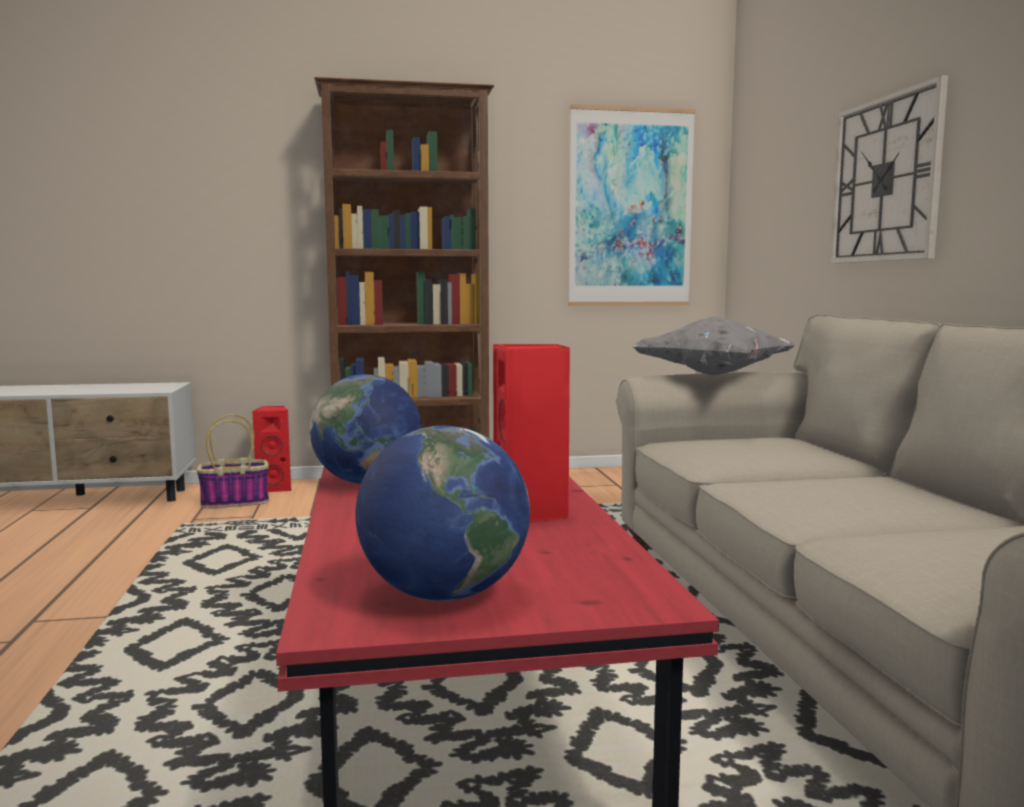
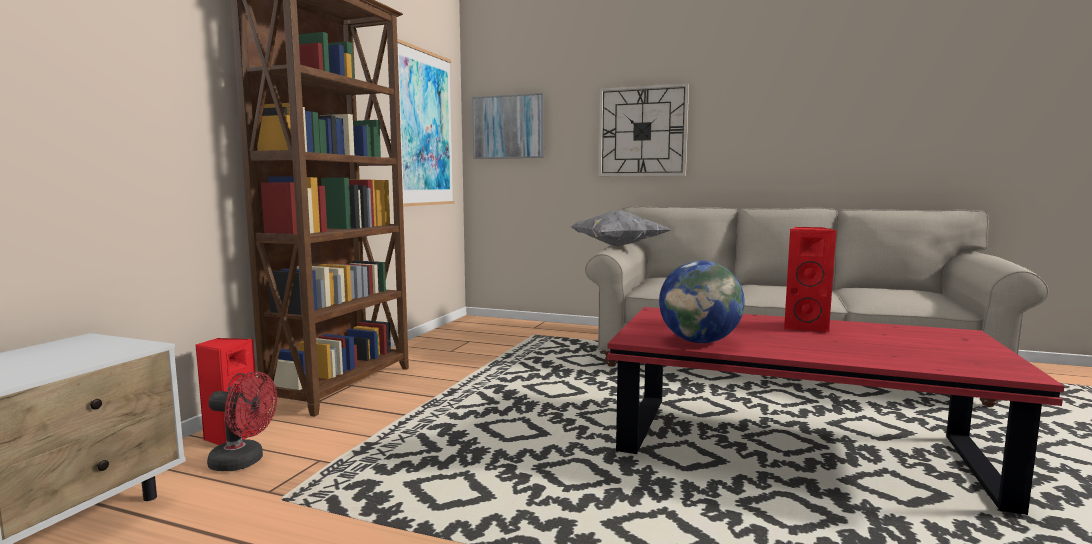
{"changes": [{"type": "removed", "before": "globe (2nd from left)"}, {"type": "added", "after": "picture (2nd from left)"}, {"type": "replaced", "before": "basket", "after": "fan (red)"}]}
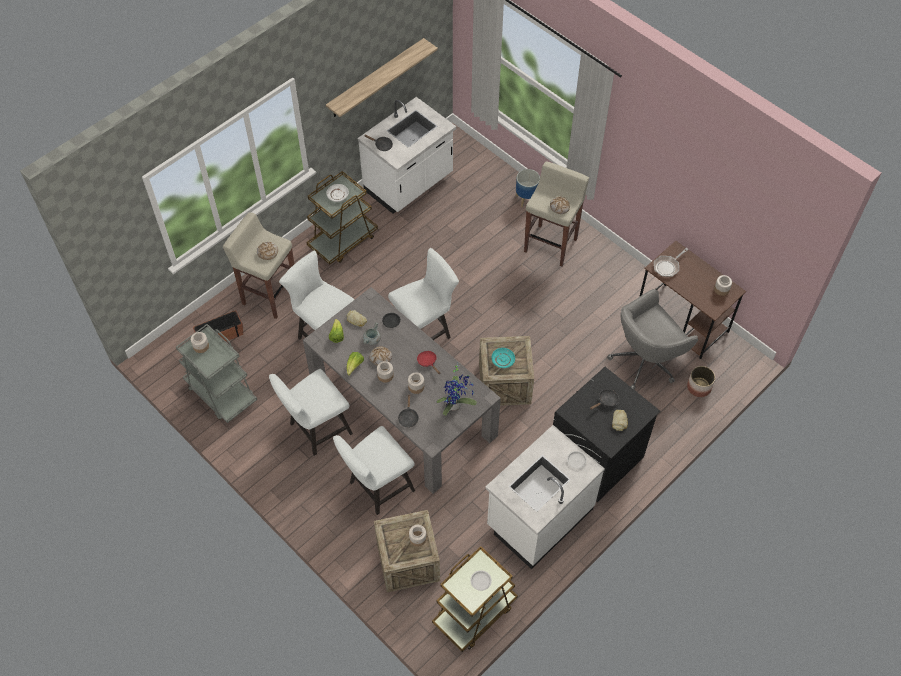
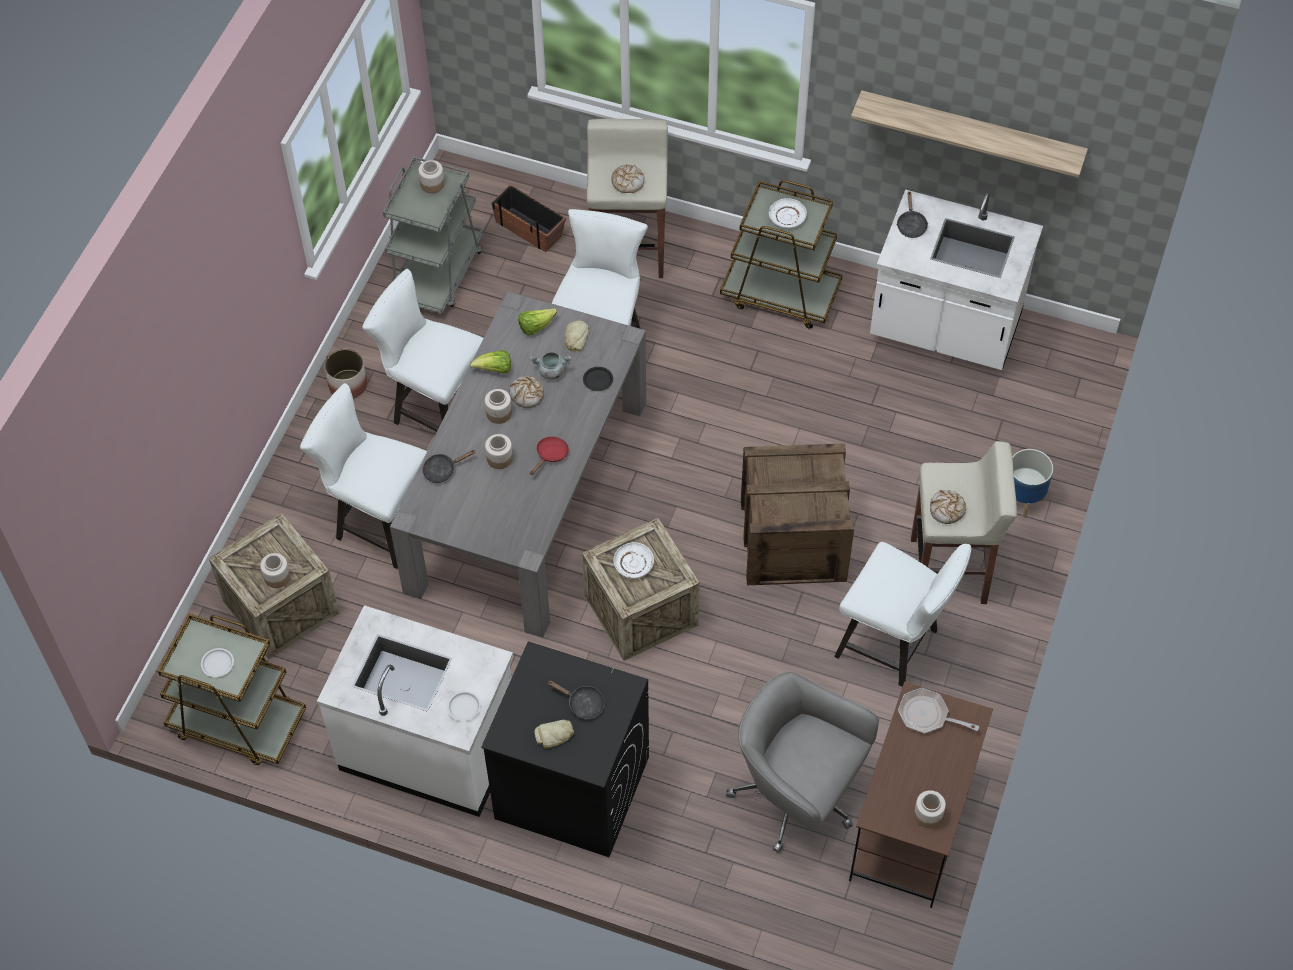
{"changes": [{"type": "removed", "before": "potted plant"}, {"type": "added", "after": "crate (3rd from left)"}, {"type": "moved", "before": "chair (white) (4th from left)"}, {"type": "moved", "before": "planter (3rd from left in the first image)", "after": "planter (1st from left)"}, {"type": "recoloured", "before": "plate (turquoise)", "after": "plate (white) (3rd from left)"}]}
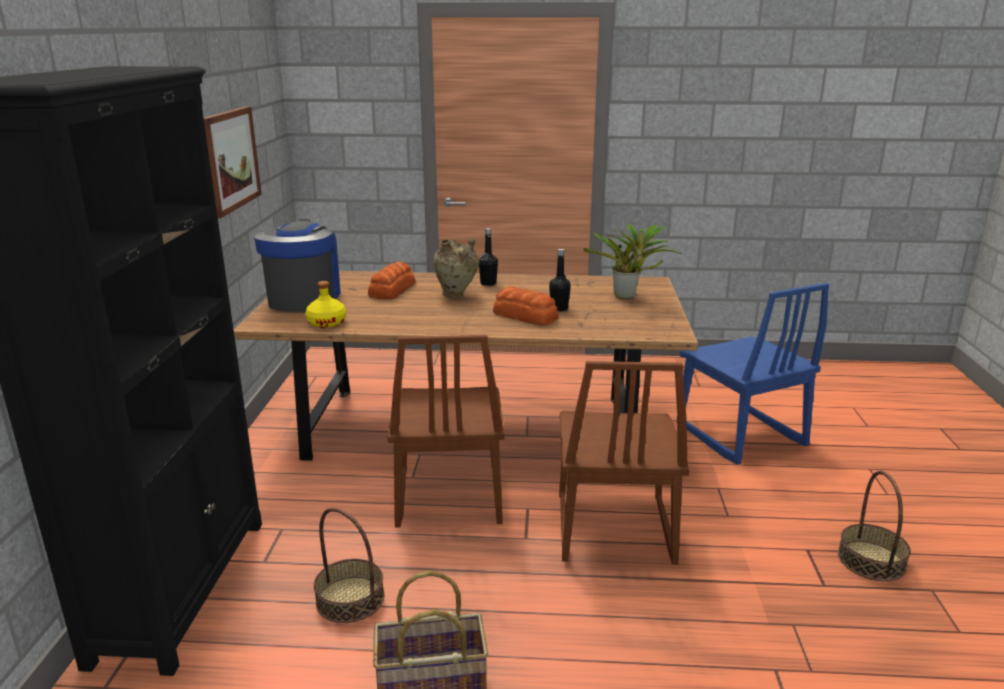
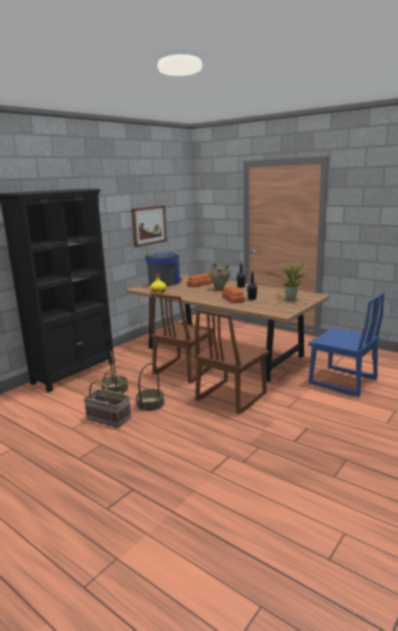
{"changes": [{"type": "moved", "before": "basket (3rd from left)"}, {"type": "turned", "before": "chair (blue)", "turn": -60}]}
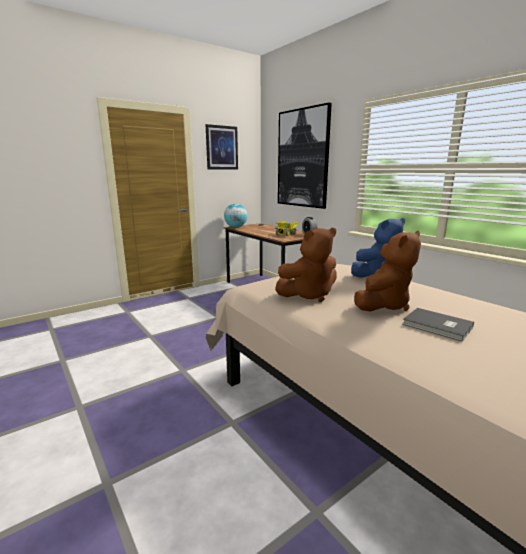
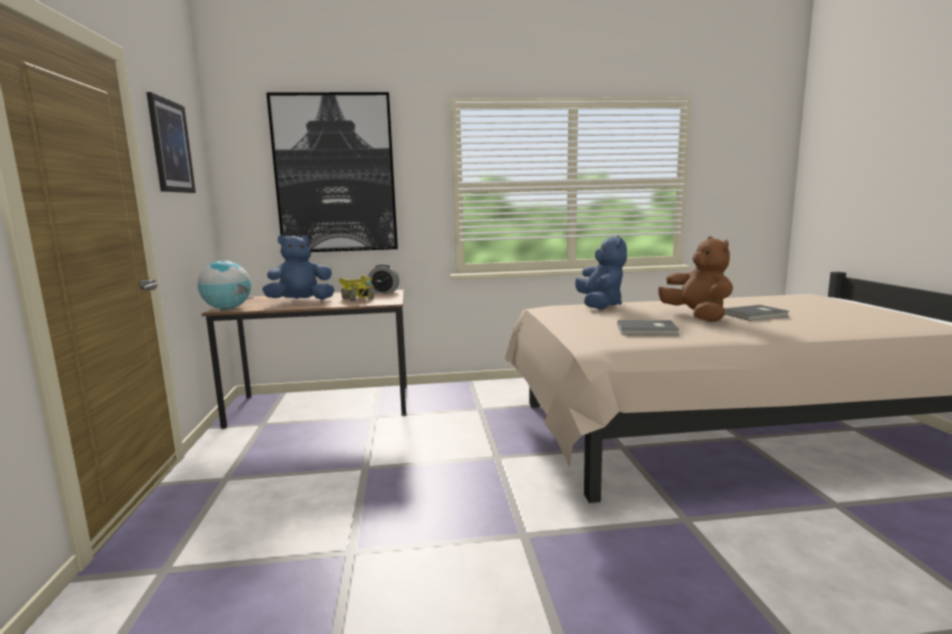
{"changes": [{"type": "added", "after": "plush toy (blue) (1st from left)"}, {"type": "replaced", "before": "plush toy (brown) (1st from left)", "after": "book (grey) (1st from left)"}]}
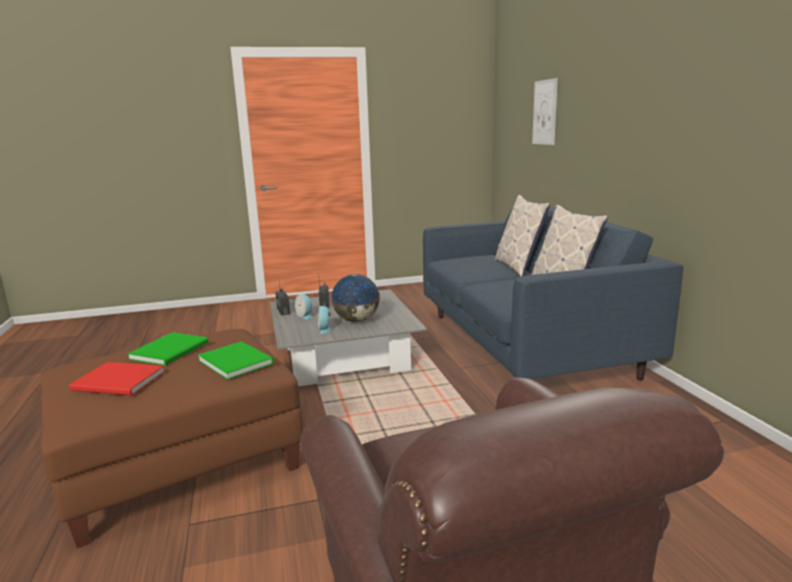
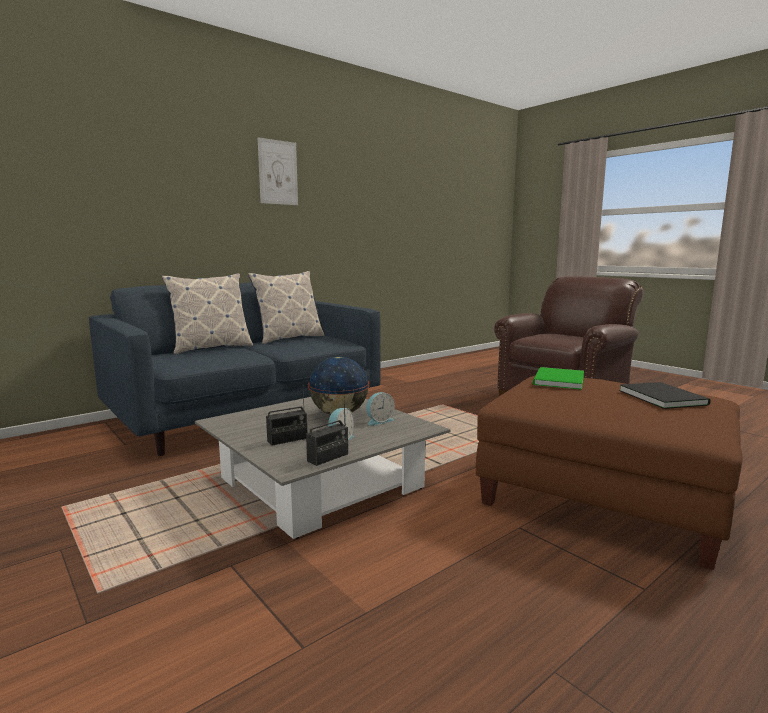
{"changes": [{"type": "removed", "before": "book (green) (1st from left)"}, {"type": "moved", "before": "picture"}, {"type": "recoloured", "before": "book (red)", "after": "book (black)"}]}
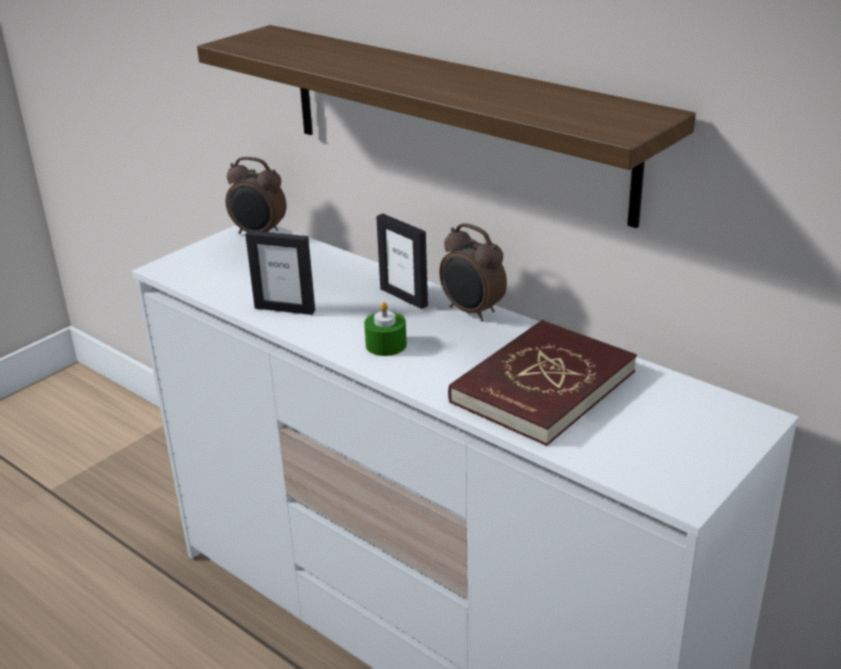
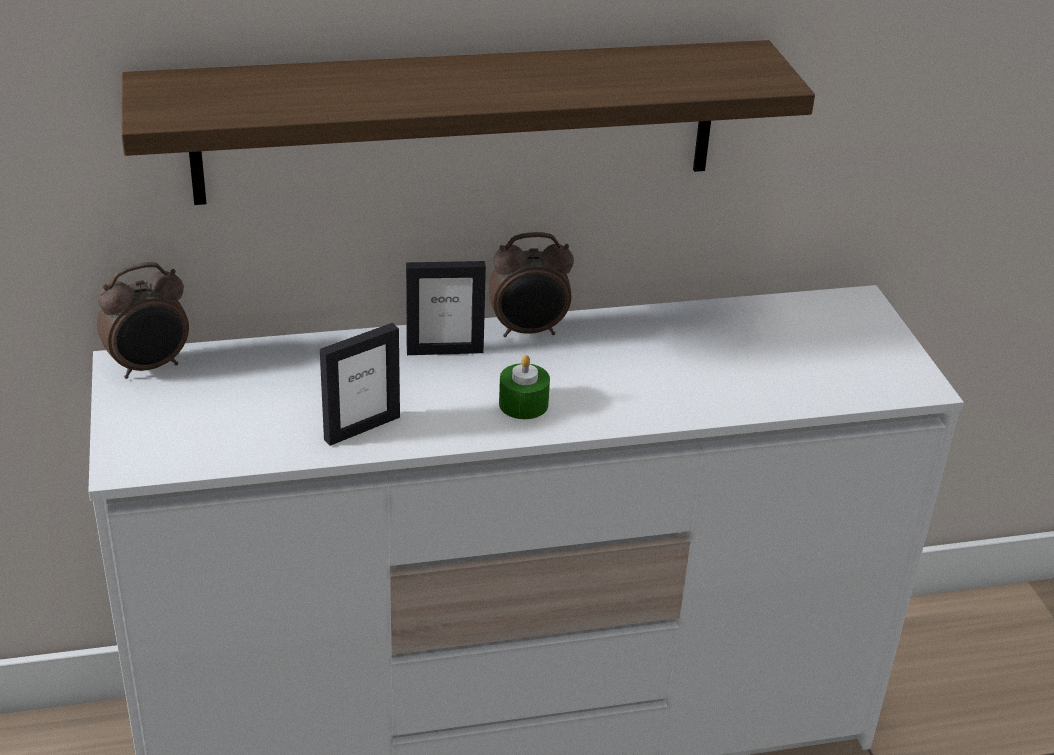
{"changes": [{"type": "removed", "before": "book (red)"}]}
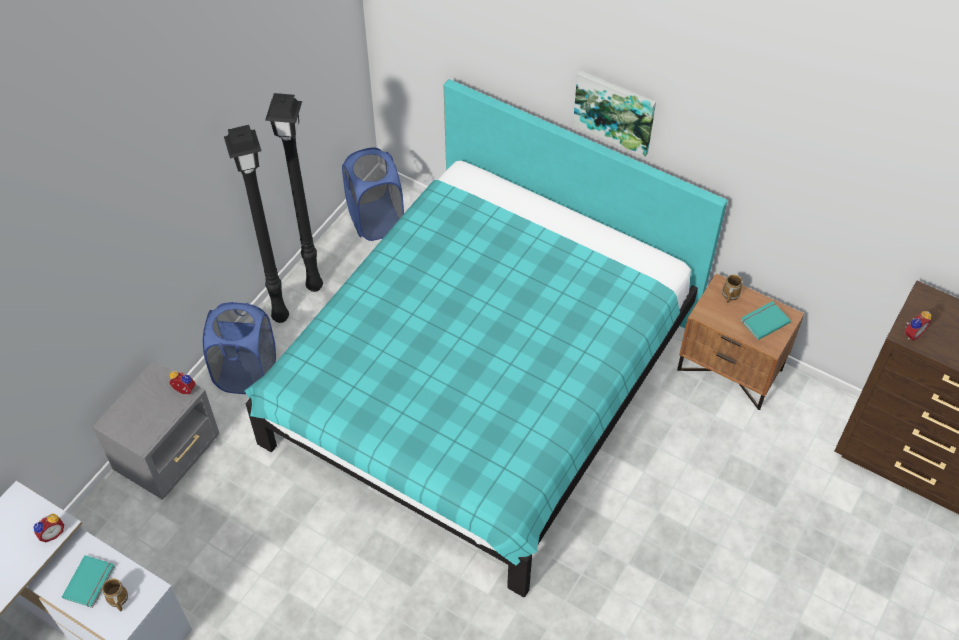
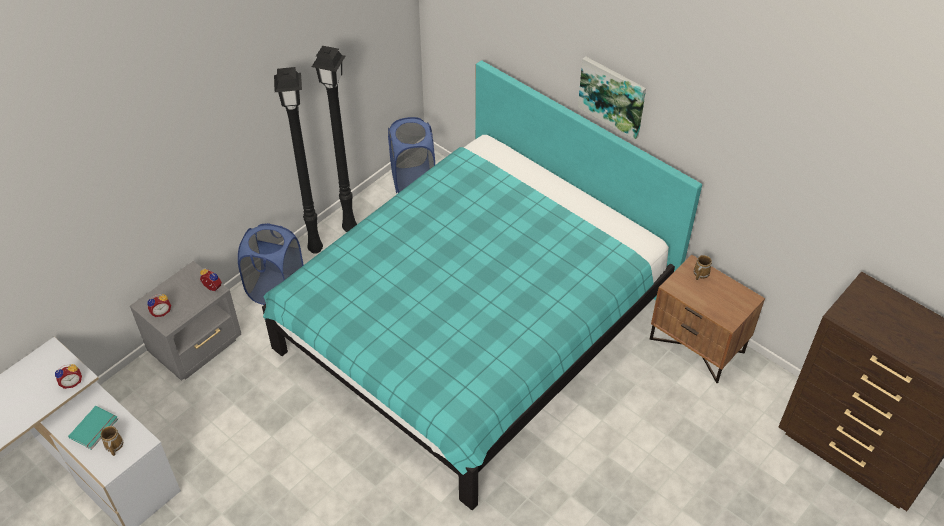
{"changes": [{"type": "removed", "before": "book (turquoise) (2nd from left)"}, {"type": "moved", "before": "alarm clock (3rd from left in the first image)", "after": "alarm clock (2nd from left)"}]}
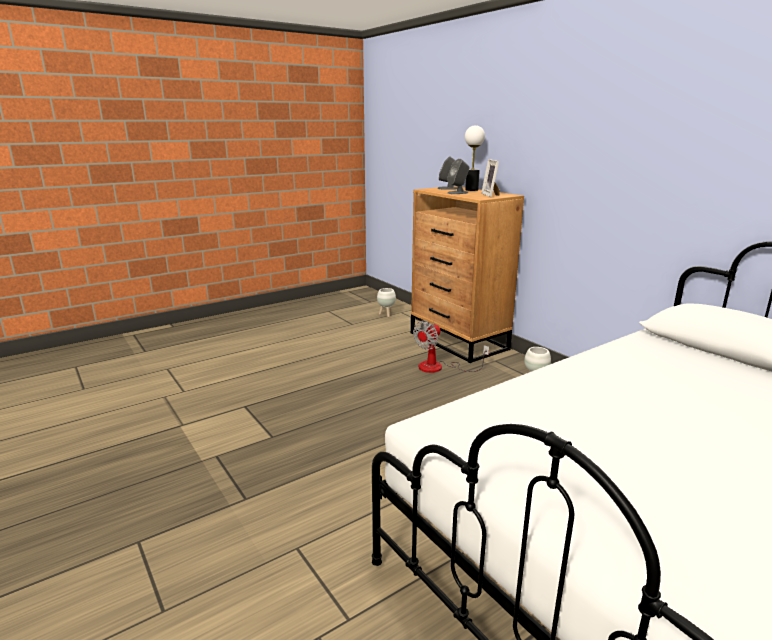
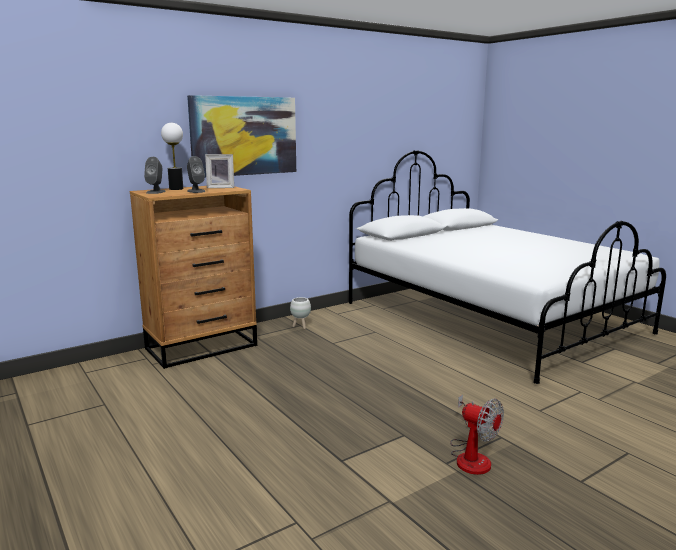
{"changes": [{"type": "removed", "before": "planter (white) (1st from left)"}, {"type": "added", "after": "picture"}, {"type": "moved", "before": "fan"}]}
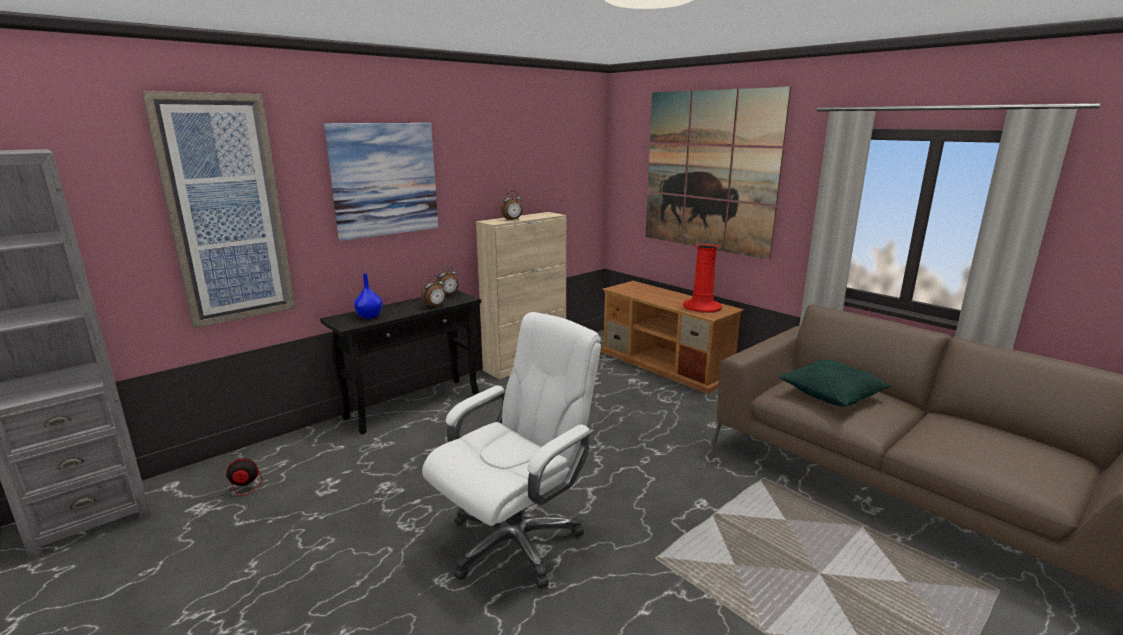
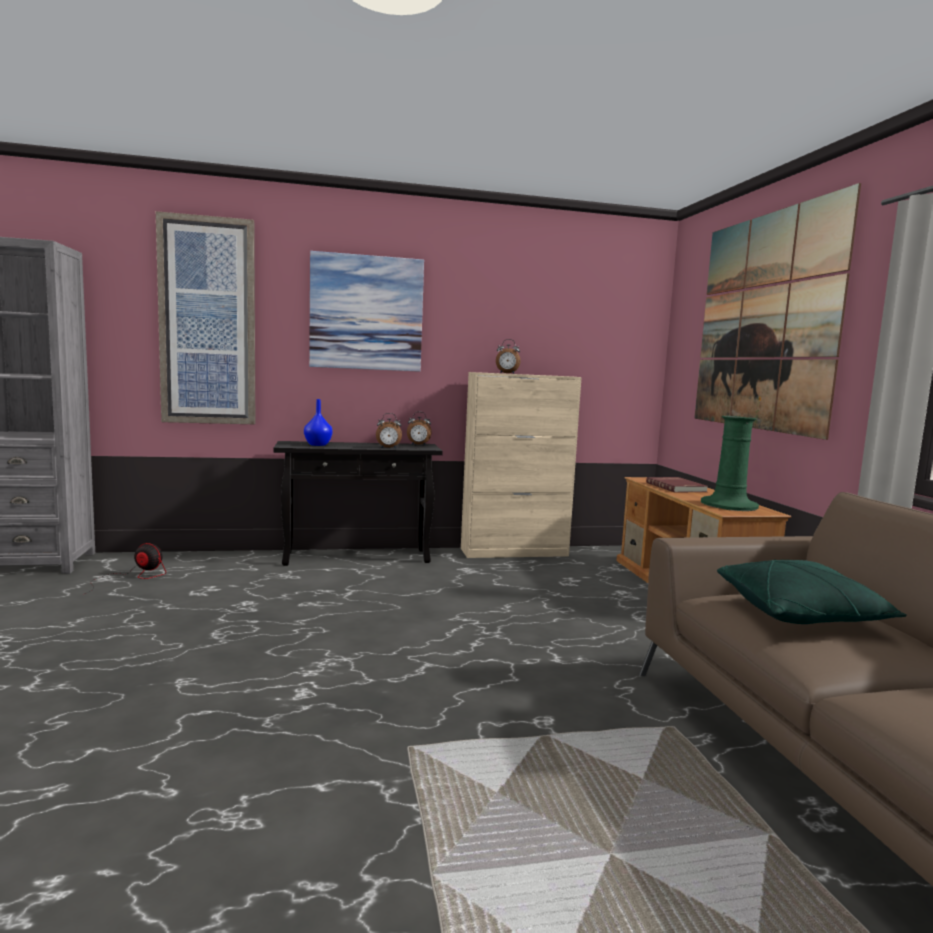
{"changes": [{"type": "removed", "before": "office chair (white)"}, {"type": "added", "after": "book (red)"}, {"type": "recoloured", "before": "vase (red)", "after": "vase (green)"}]}
